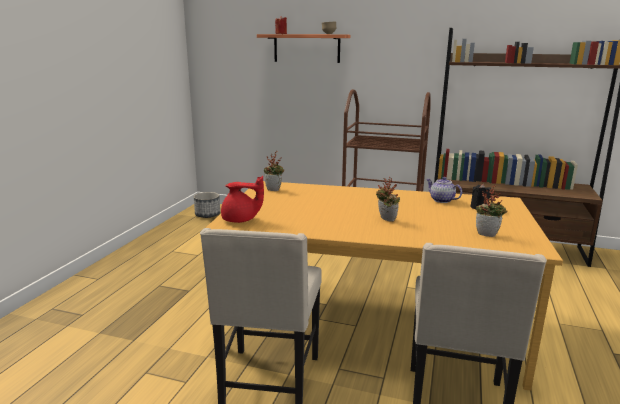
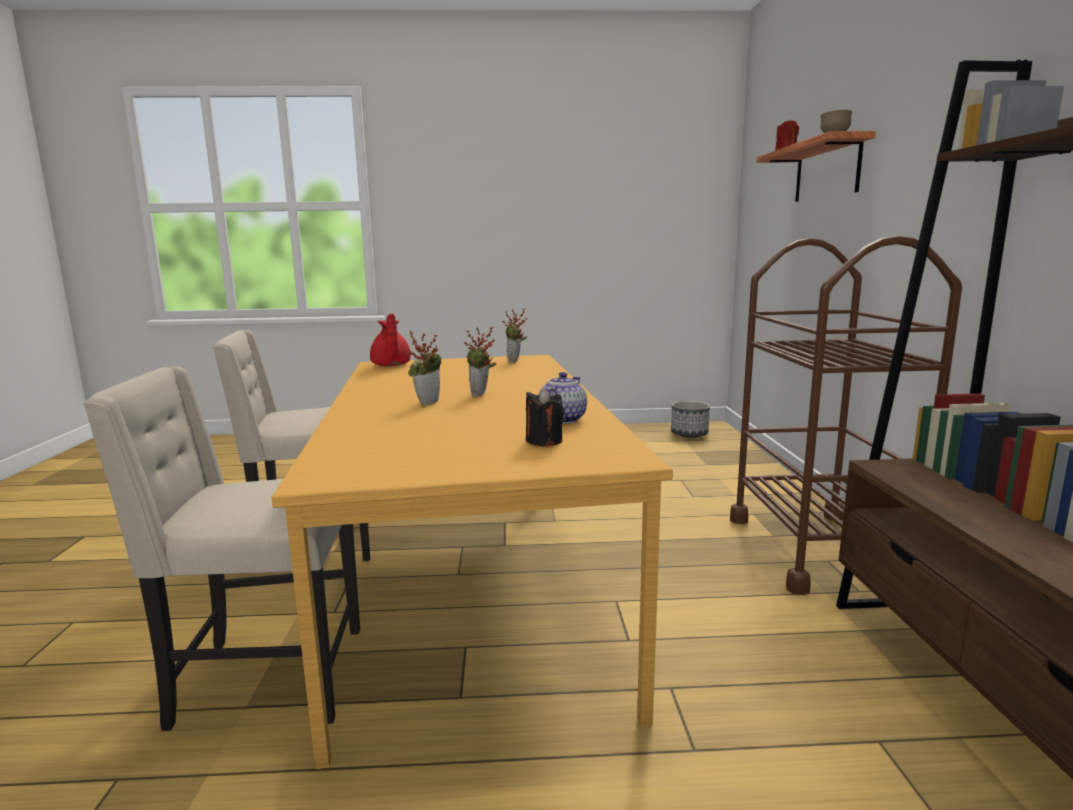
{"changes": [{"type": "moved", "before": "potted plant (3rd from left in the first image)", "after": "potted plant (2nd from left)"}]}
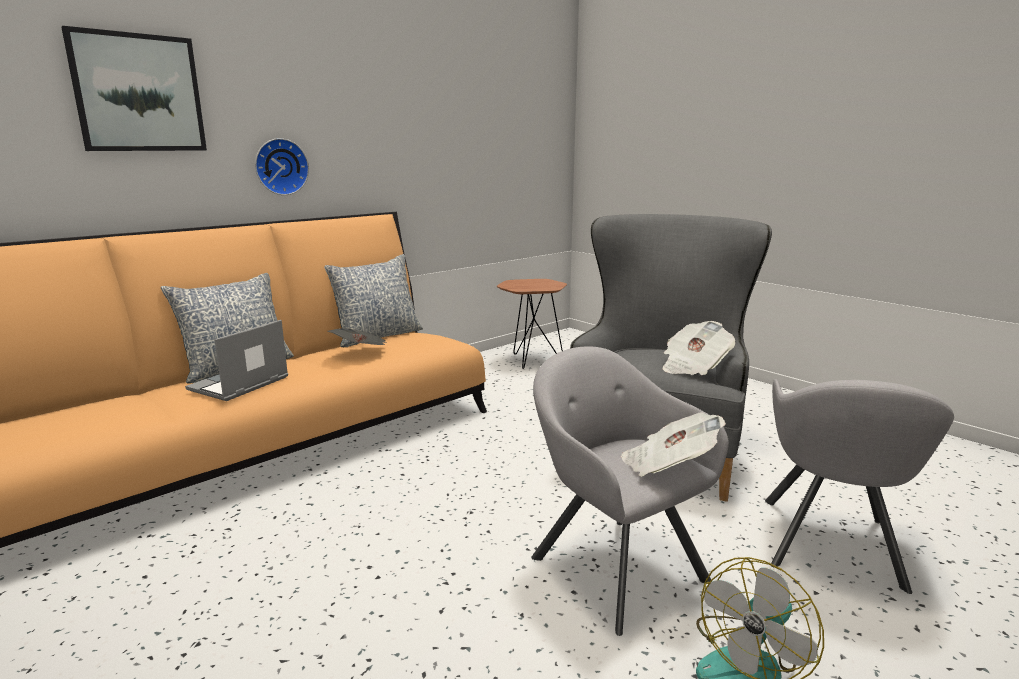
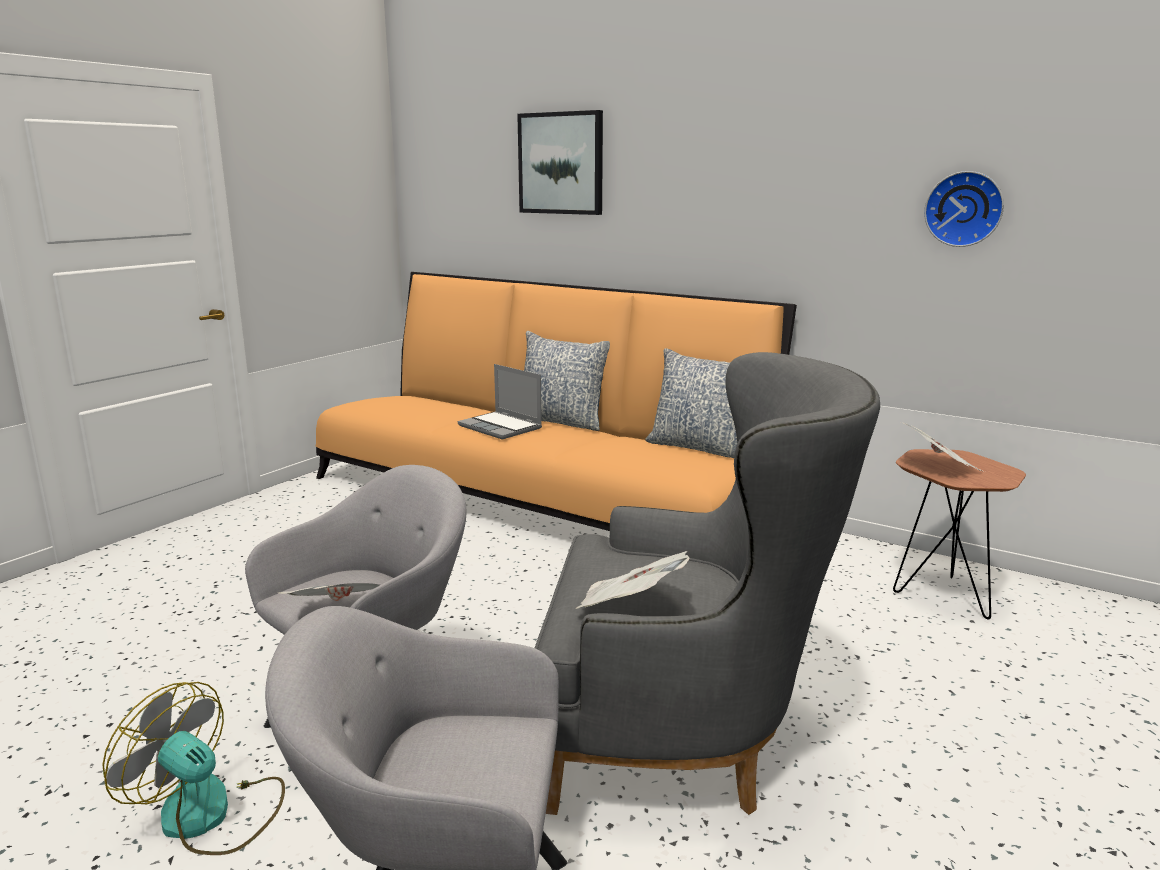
{"changes": [{"type": "moved", "before": "wall clock"}, {"type": "moved", "before": "newspaper (1st from left in the first image)", "after": "newspaper (3rd from left)"}, {"type": "turned", "before": "laptop", "turn": -150}]}
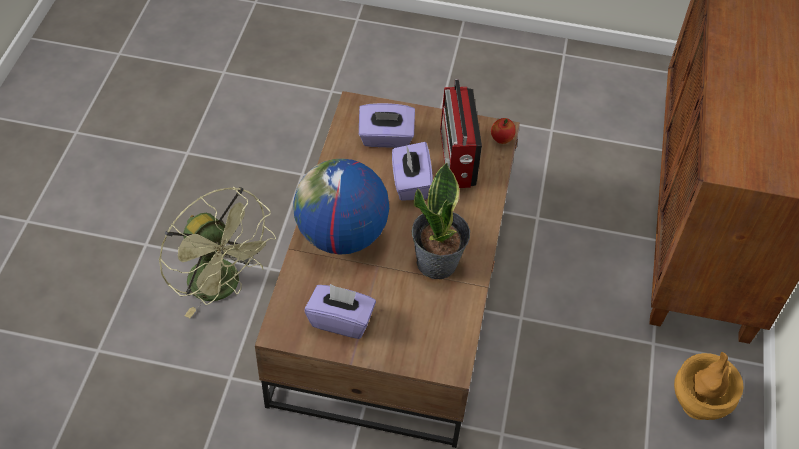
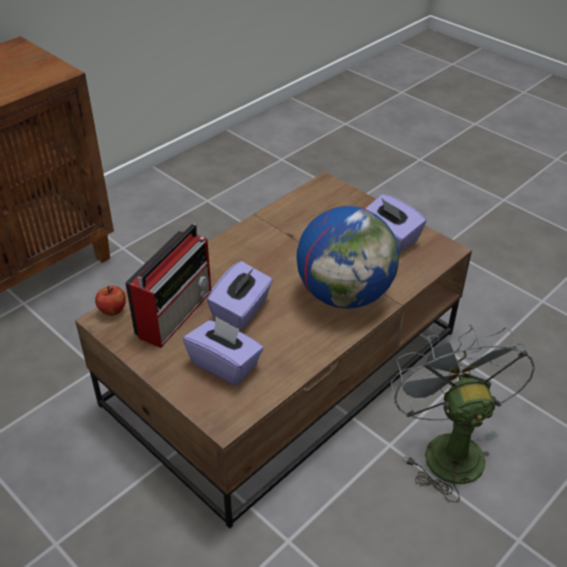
{"changes": [{"type": "removed", "before": "potted plant"}, {"type": "removed", "before": "vase (brown)"}, {"type": "recoloured", "before": "fan (green)", "after": "fan (grey)"}]}
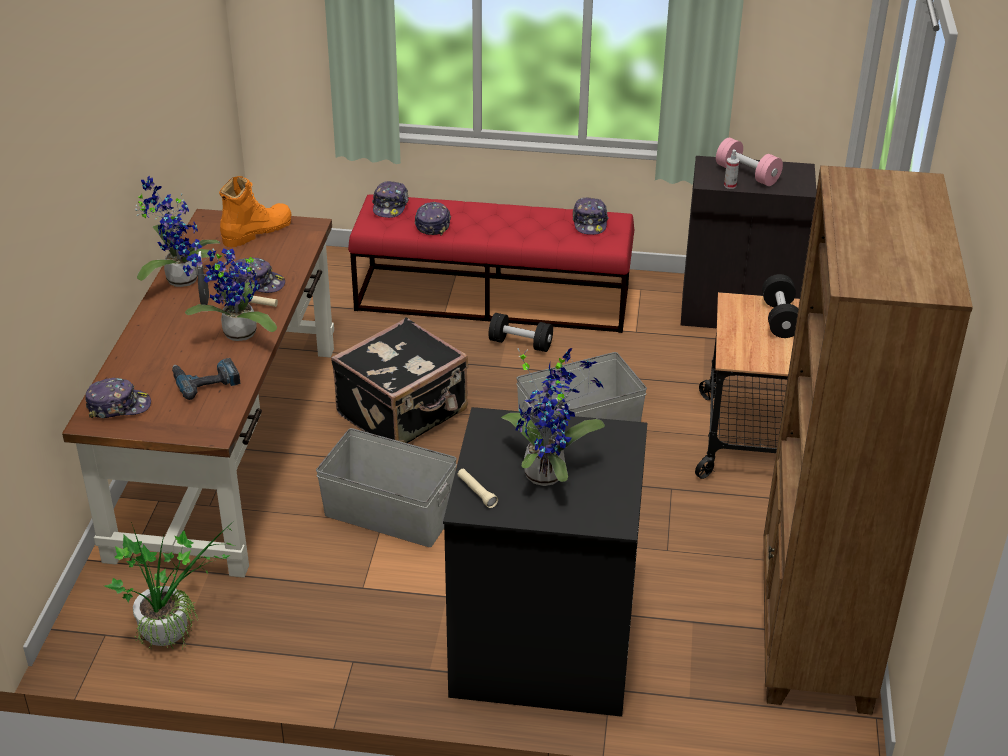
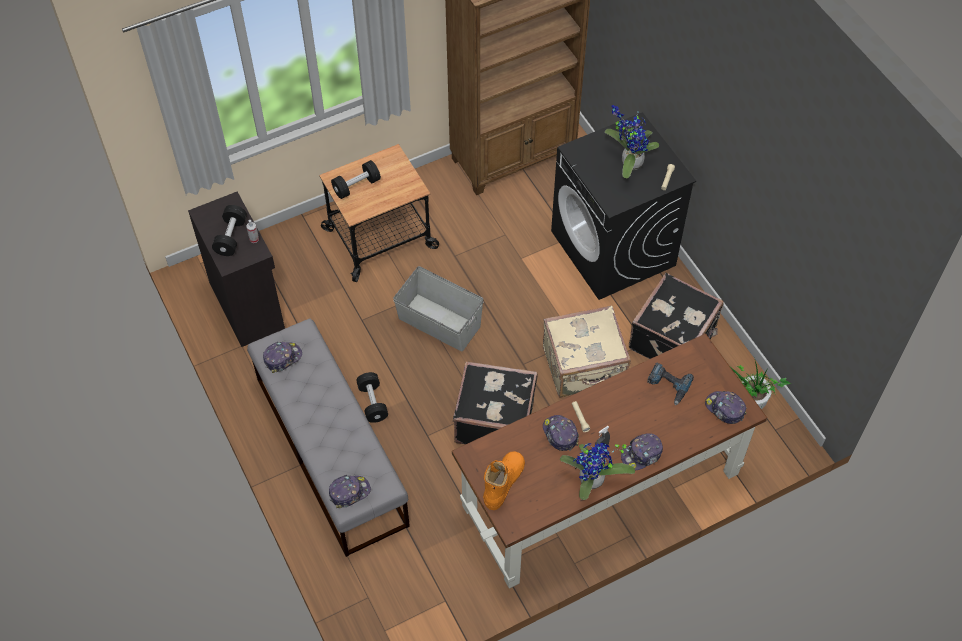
{"changes": [{"type": "removed", "before": "potted plant (3rd from left)"}, {"type": "added", "after": "suitcase (black) (2nd from left)"}, {"type": "moved", "before": "cap (4th from left)"}, {"type": "replaced", "before": "storage box (grey) (1st from left)", "after": "suitcase (beige)"}, {"type": "recoloured", "before": "bench (red)", "after": "bench (grey)"}, {"type": "recoloured", "before": "dumbbell (pink)", "after": "dumbbell (black) (1st from left)"}, {"type": "turned", "before": "boot (orange)", "turn": 105}]}
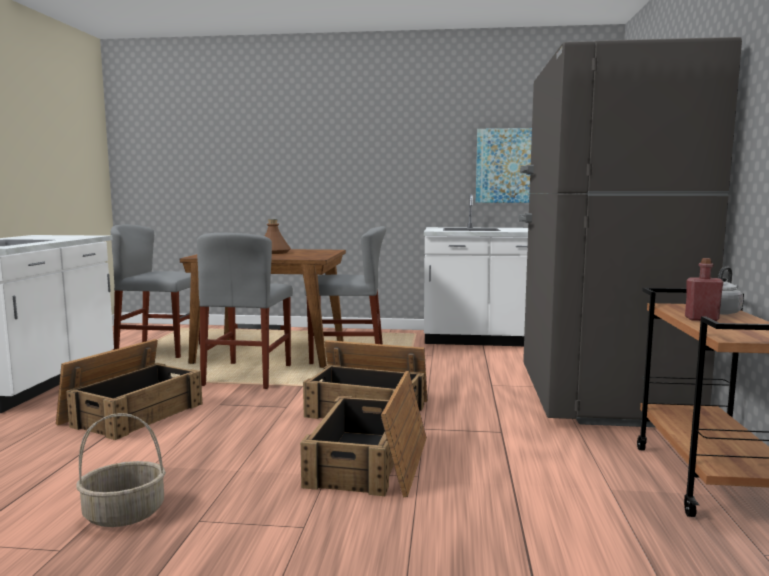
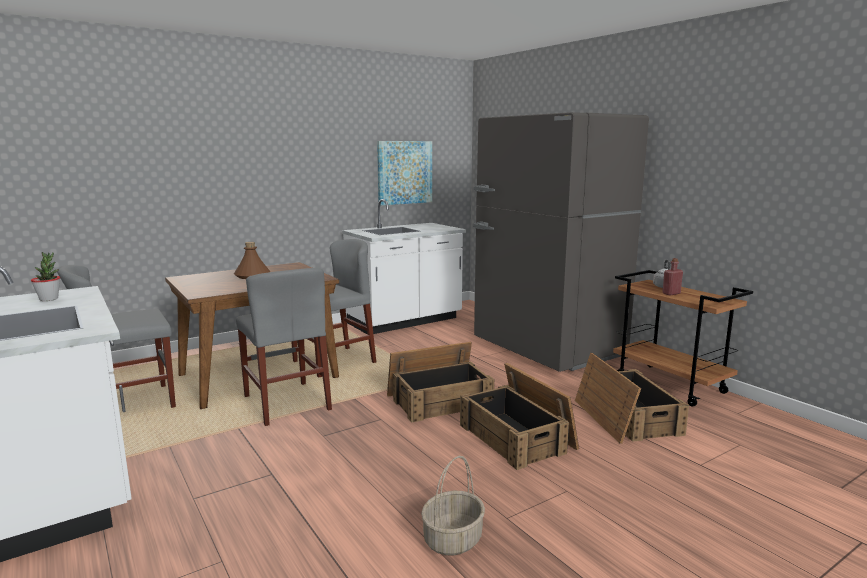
{"changes": [{"type": "added", "after": "potted plant"}, {"type": "moved", "before": "crate (1st from left in the first image)", "after": "crate (3rd from left)"}]}
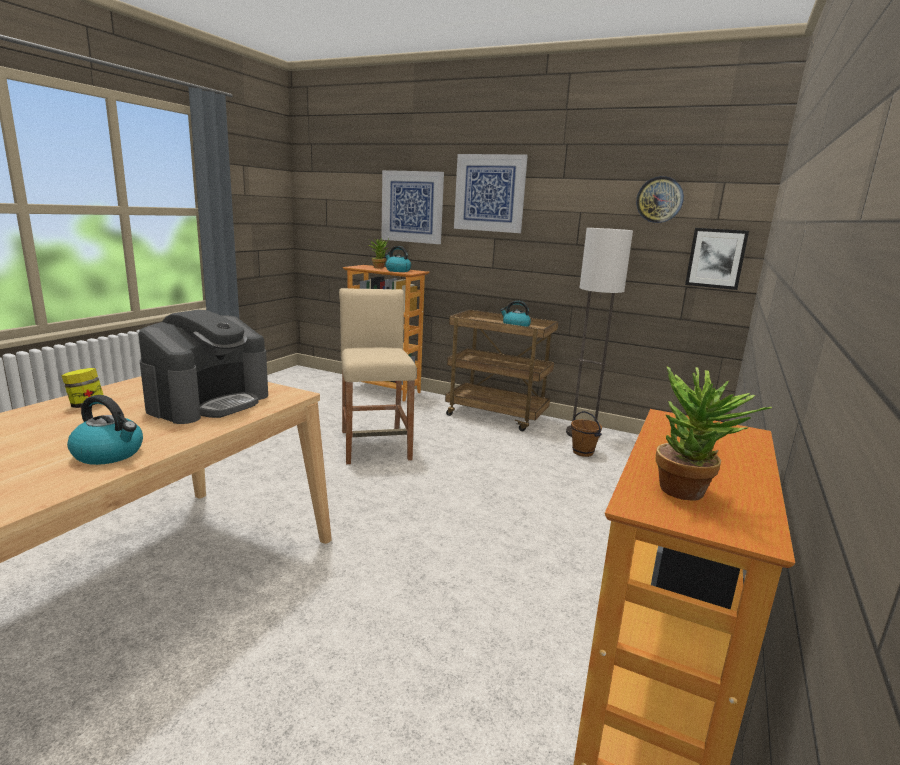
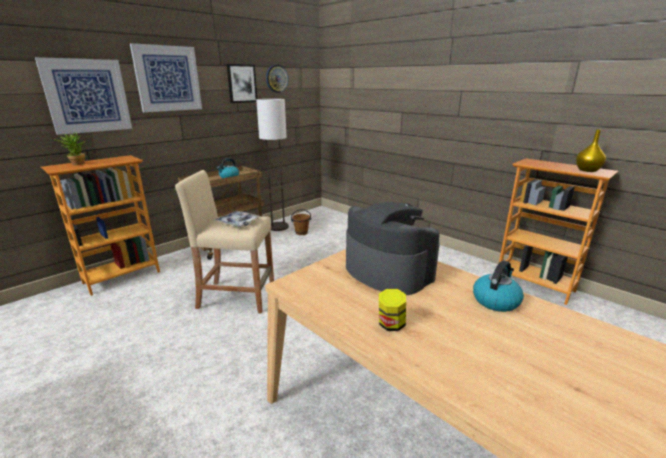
{"changes": [{"type": "removed", "before": "kettle (2nd from left)"}, {"type": "added", "after": "tray"}, {"type": "moved", "before": "picture (3rd from left)"}, {"type": "replaced", "before": "potted plant (2nd from left)", "after": "vase (yellow)"}]}
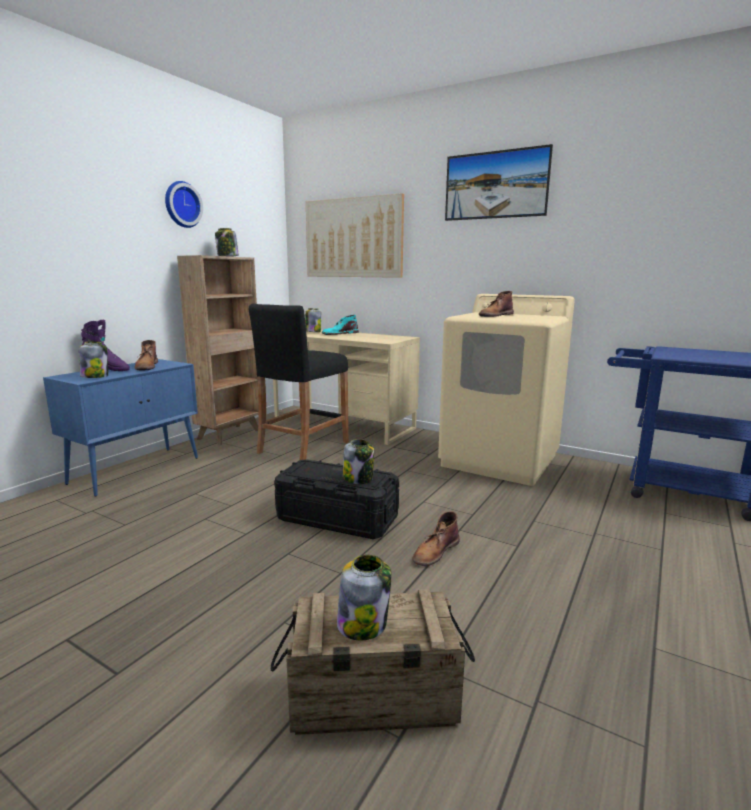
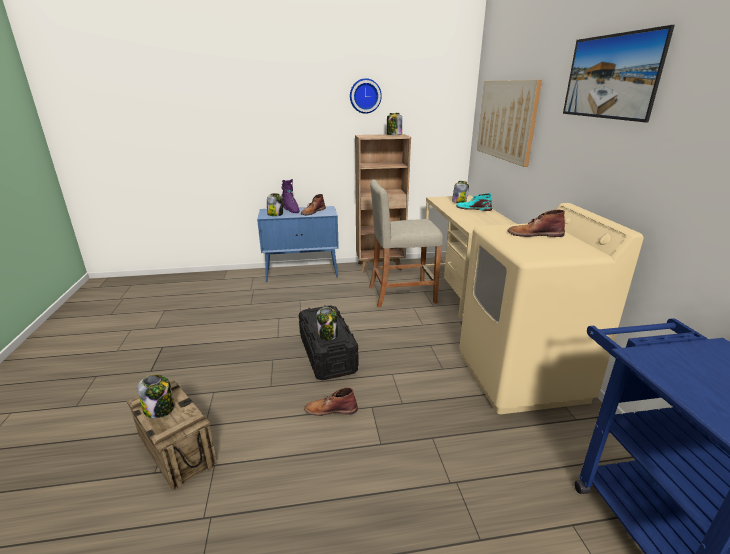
{"changes": [{"type": "recoloured", "before": "stool (black)", "after": "stool (beige)"}]}
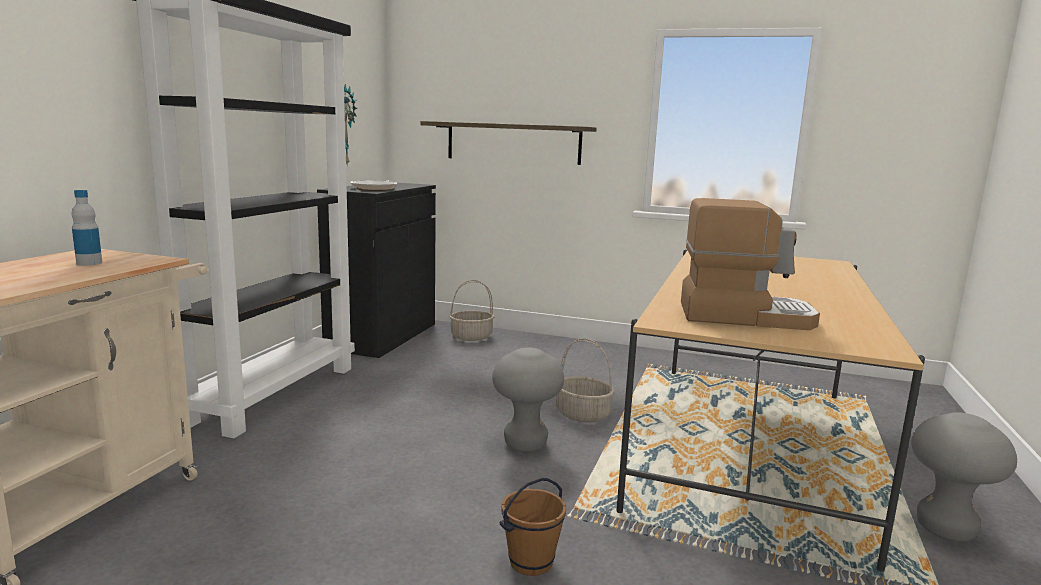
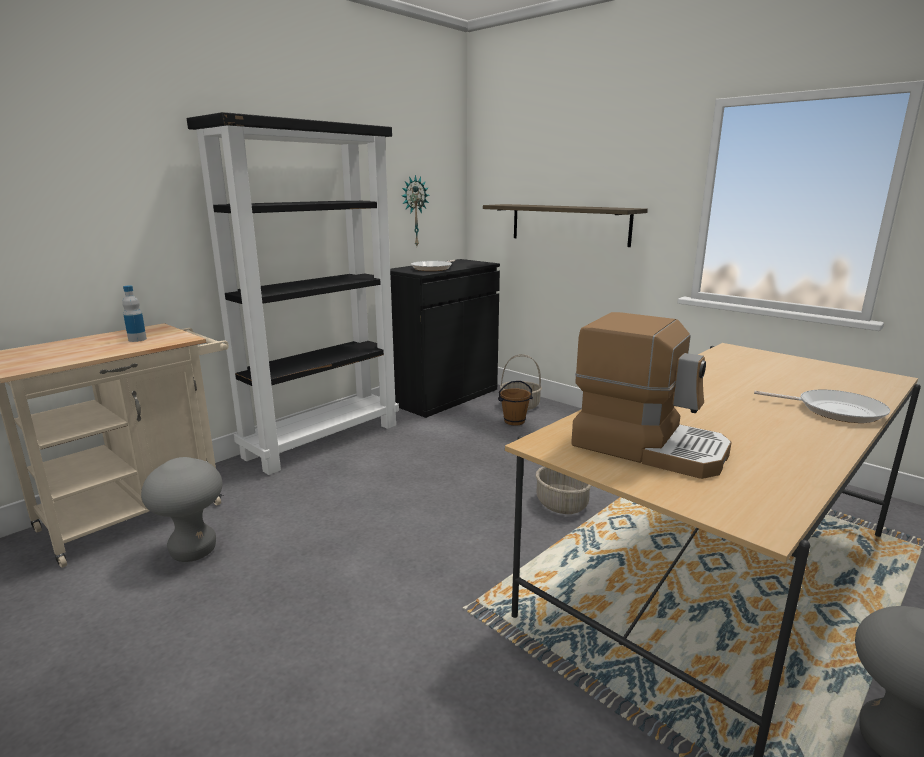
{"changes": [{"type": "added", "after": "frying pan (2nd from left)"}, {"type": "moved", "before": "stool (grey) (1st from left)"}, {"type": "moved", "before": "bucket (brown)"}]}
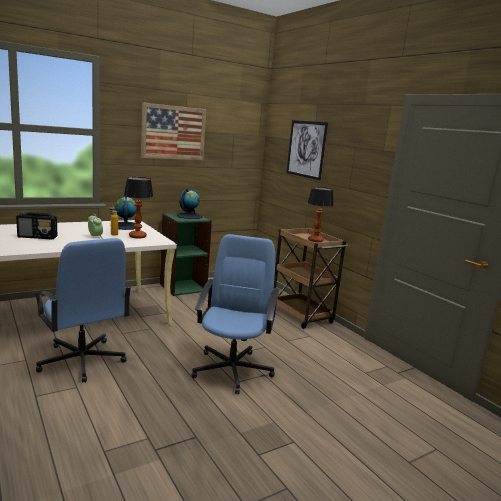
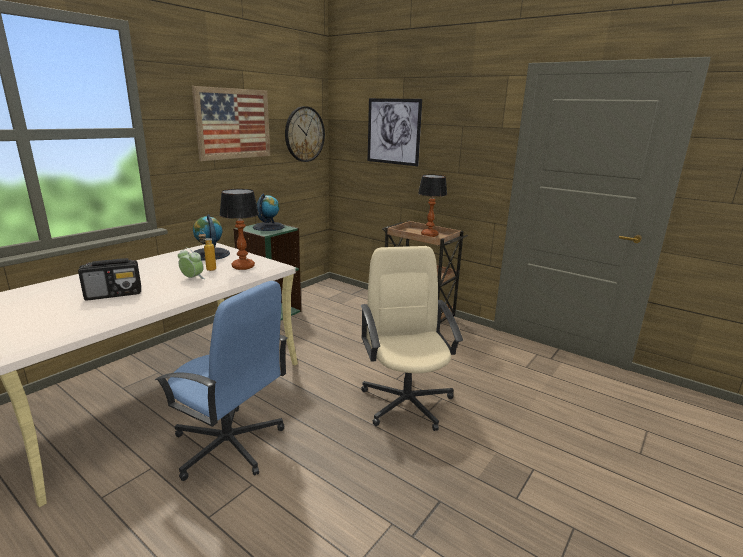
{"changes": [{"type": "added", "after": "wall clock"}, {"type": "recoloured", "before": "office chair (blue) (2nd from left)", "after": "office chair (beige)"}]}
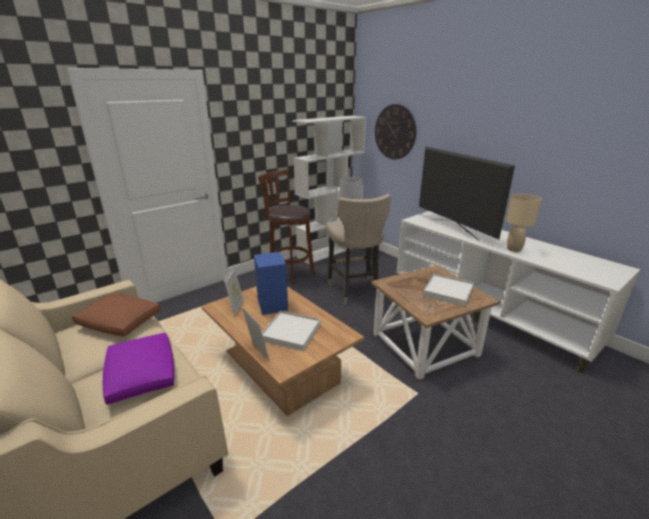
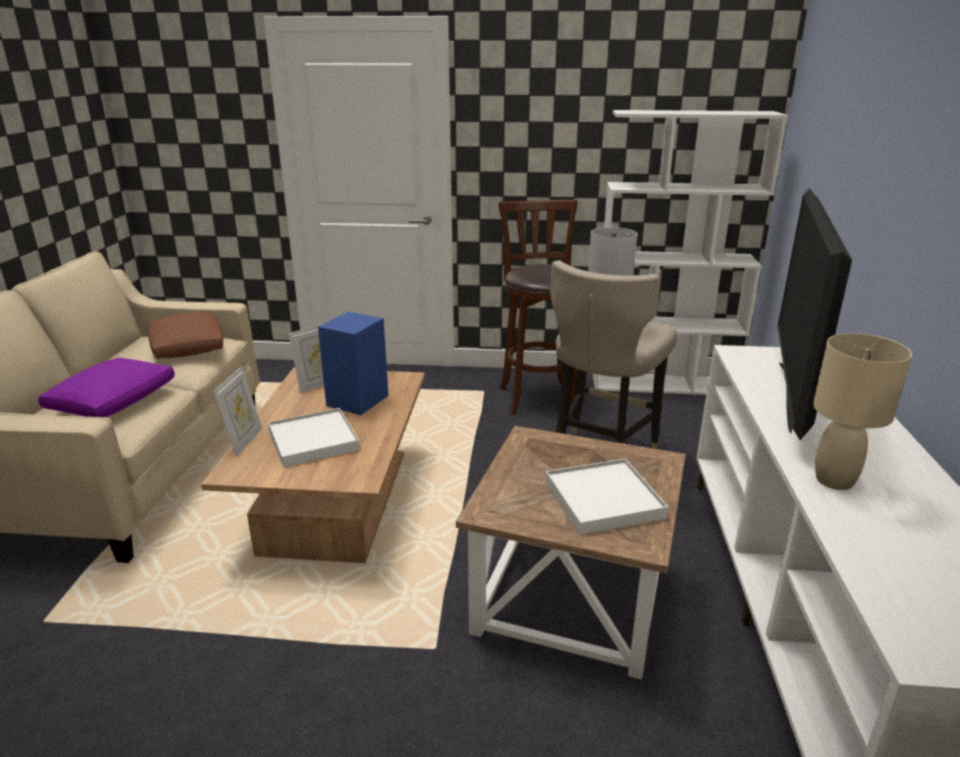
{"changes": [{"type": "removed", "before": "wall clock"}]}
